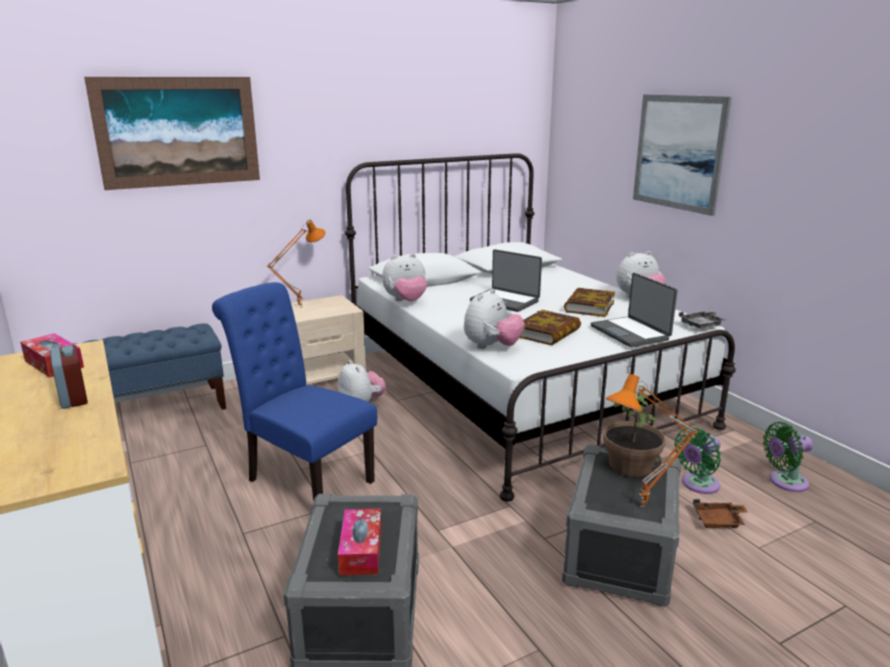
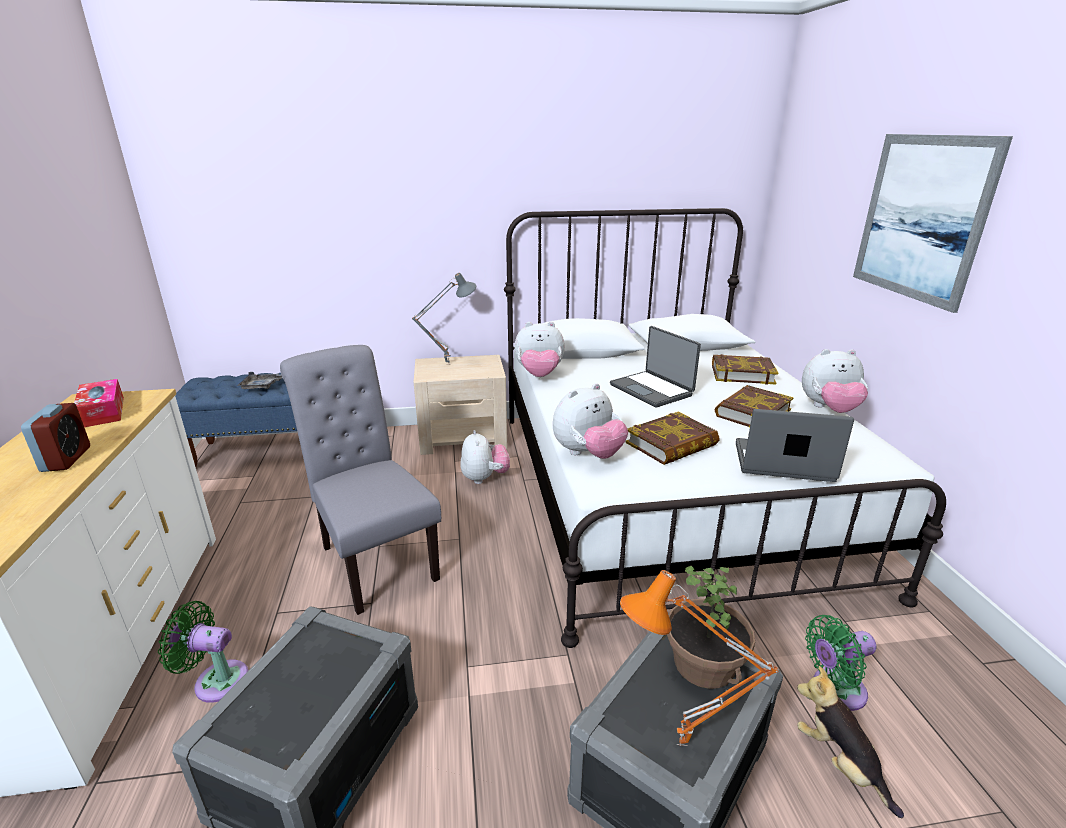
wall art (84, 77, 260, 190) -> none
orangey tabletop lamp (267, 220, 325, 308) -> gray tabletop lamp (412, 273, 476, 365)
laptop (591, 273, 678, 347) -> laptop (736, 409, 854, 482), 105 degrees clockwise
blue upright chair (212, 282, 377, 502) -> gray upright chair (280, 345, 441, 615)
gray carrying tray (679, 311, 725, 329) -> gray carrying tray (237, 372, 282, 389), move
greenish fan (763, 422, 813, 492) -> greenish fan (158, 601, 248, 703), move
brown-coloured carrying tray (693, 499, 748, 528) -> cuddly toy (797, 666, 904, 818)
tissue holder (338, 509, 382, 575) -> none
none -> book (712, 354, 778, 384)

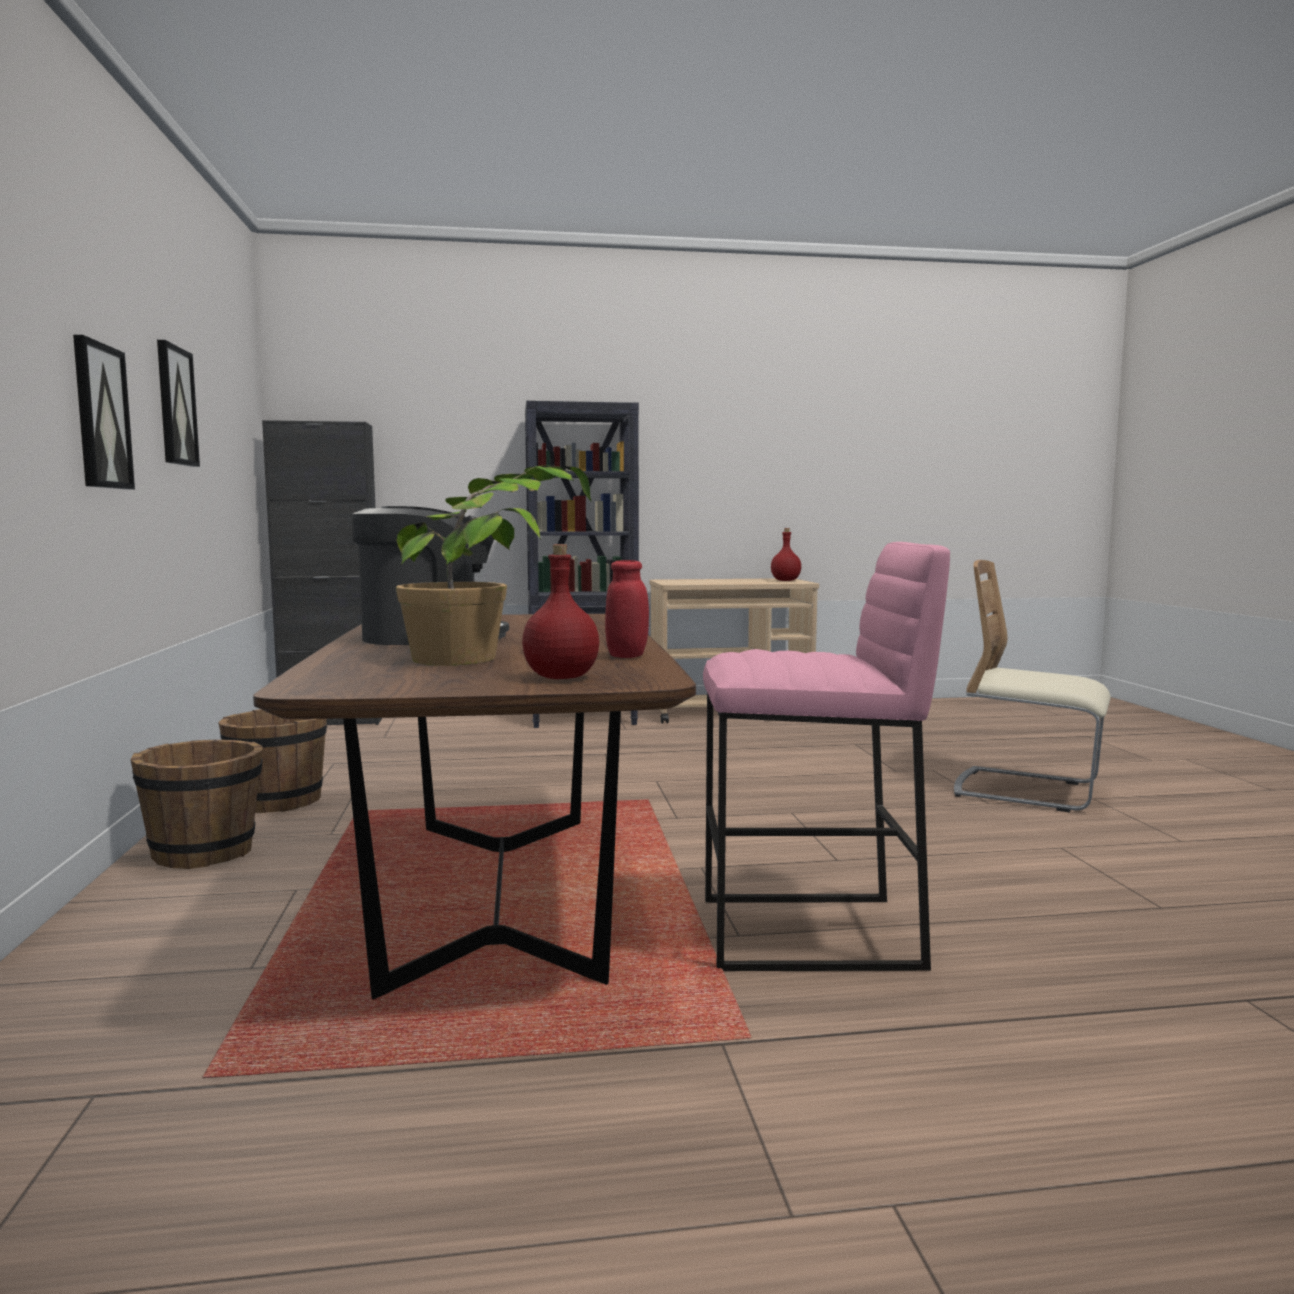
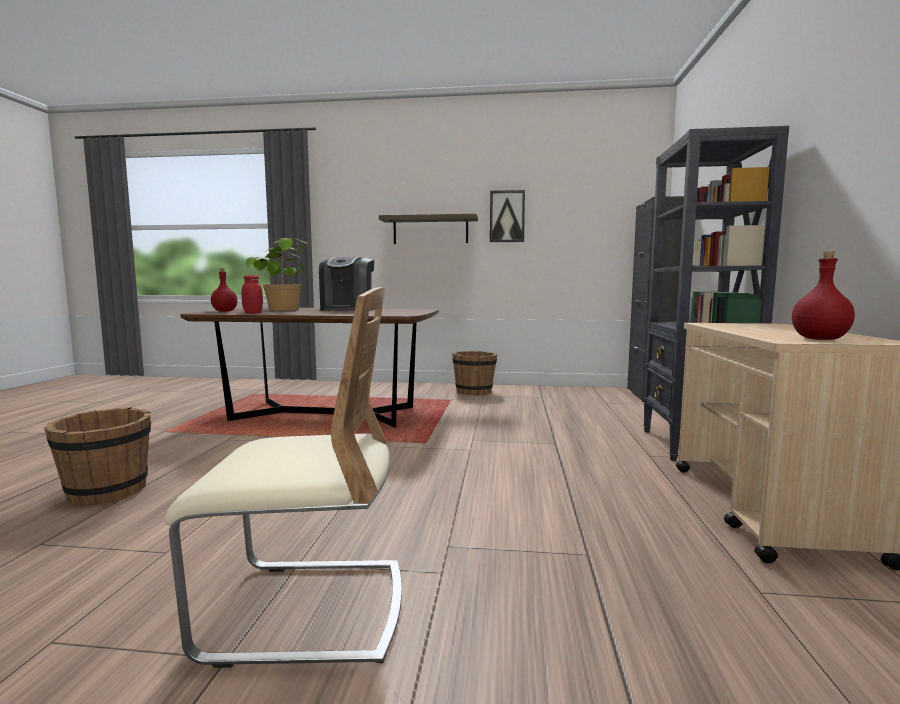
wall art (73, 335, 135, 489) -> shelf (379, 214, 478, 244)
pink-coloured stool (703, 542, 950, 971) -> none
sand-coloured upright chair (954, 560, 1111, 812) -> sand-coloured upright chair (164, 287, 402, 668), 45 degrees clockwise
brown-coloured pail (131, 740, 263, 869) -> brown-coloured pail (44, 407, 151, 506), move

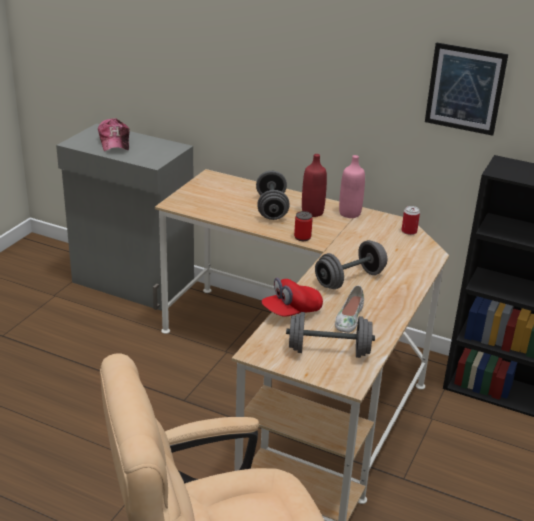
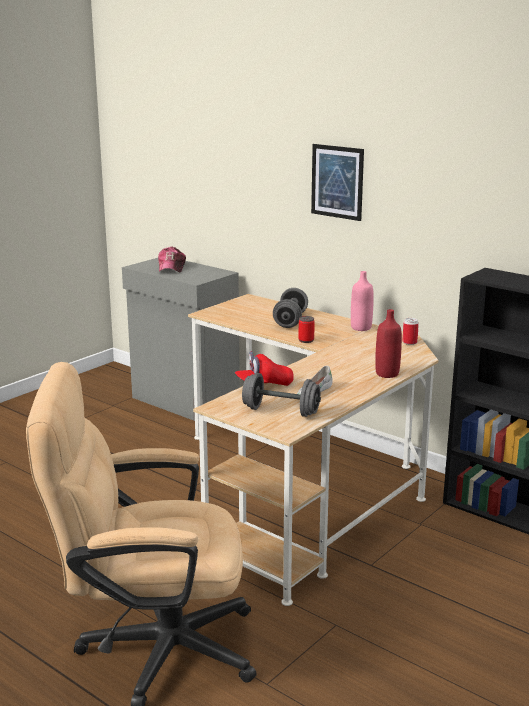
wall art (425, 42, 508, 136) -> wall art (311, 144, 364, 221), move
red-coloured drink bottle (302, 154, 327, 217) -> red-coloured drink bottle (375, 309, 402, 378), move
gray free weight (315, 240, 387, 289) -> none

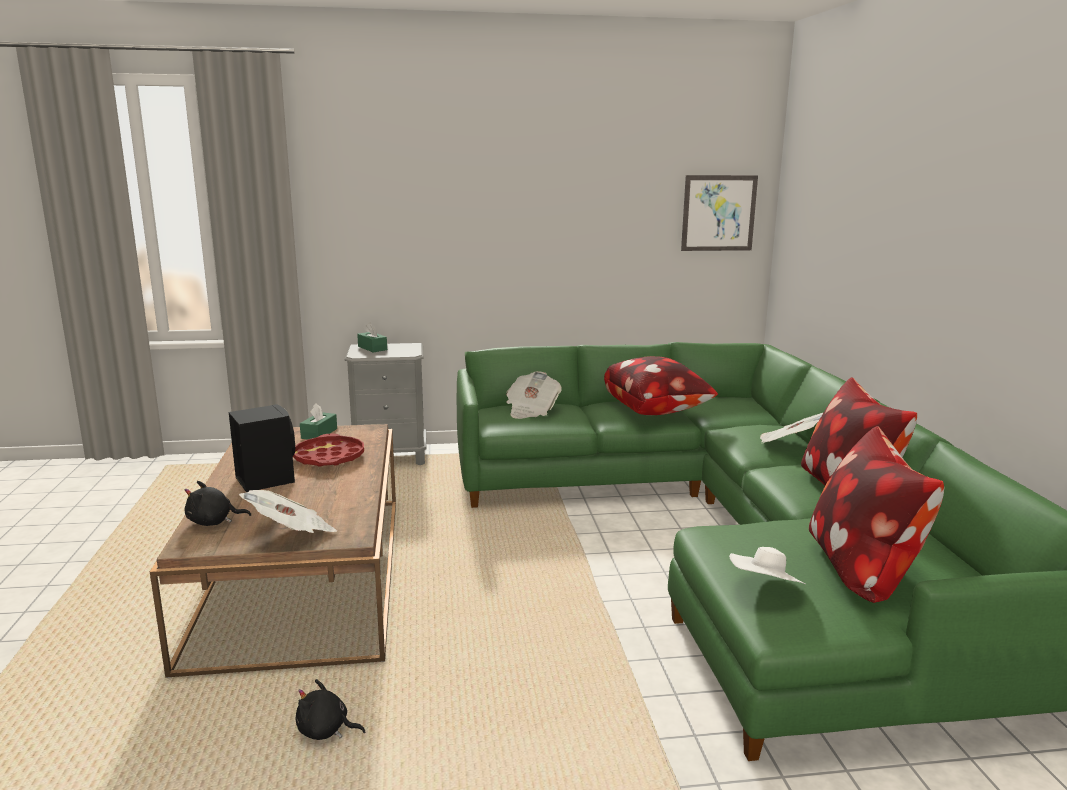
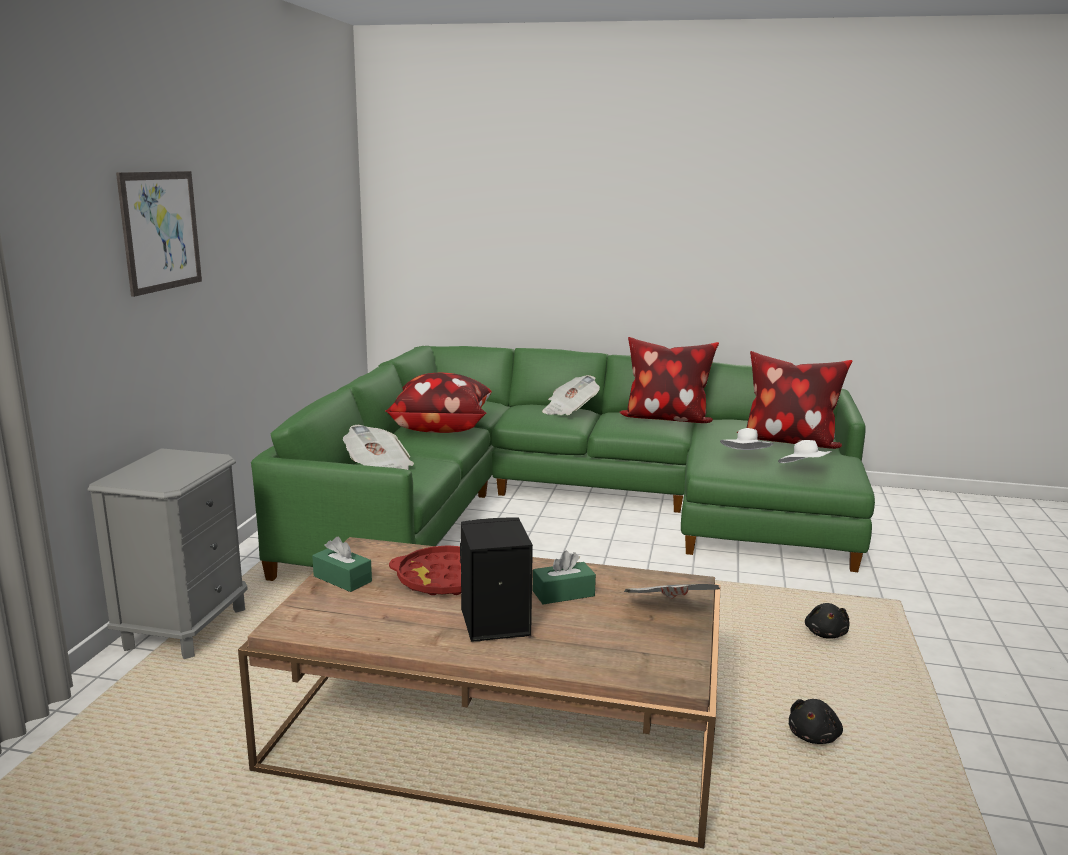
wall art (681, 175, 758, 251) -> wall art (116, 171, 202, 297), move
greenish tissue holder (357, 323, 387, 352) -> greenish tissue holder (533, 551, 596, 604), move
blackish cuddly toy (185, 481, 251, 526) -> blackish cuddly toy (805, 603, 850, 639), move
none -> whitish clothing hat (720, 428, 773, 450)

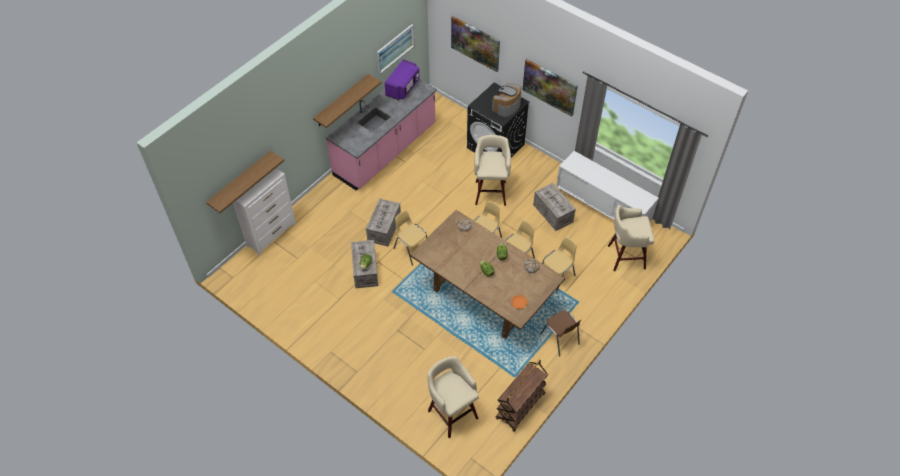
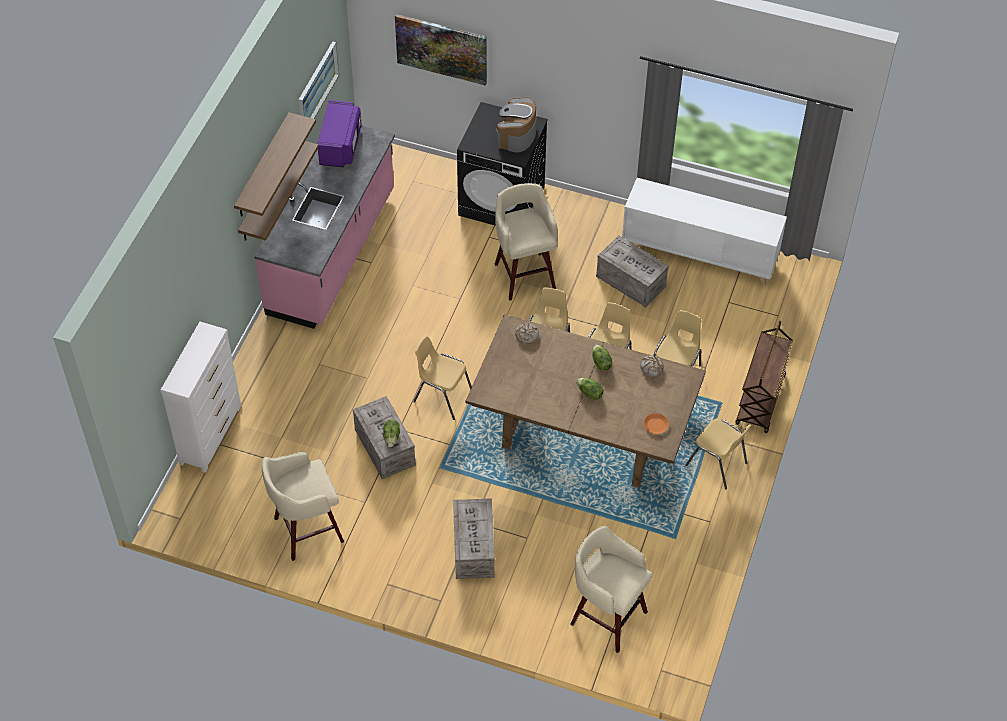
wall art (523, 59, 578, 117) -> none
shelf (206, 150, 284, 213) -> shelf (234, 112, 316, 217), move
shipping crate (366, 198, 401, 246) -> shipping crate (453, 498, 495, 579), move
sand-coloured stool (608, 205, 654, 271) -> sand-coloured stool (262, 452, 344, 561), move
brown-coloured upright chair (540, 310, 581, 357) -> yellow upright chair (685, 419, 751, 489)
brown-coloured cart (495, 360, 548, 432) -> brown-coloured cart (735, 321, 793, 433), move

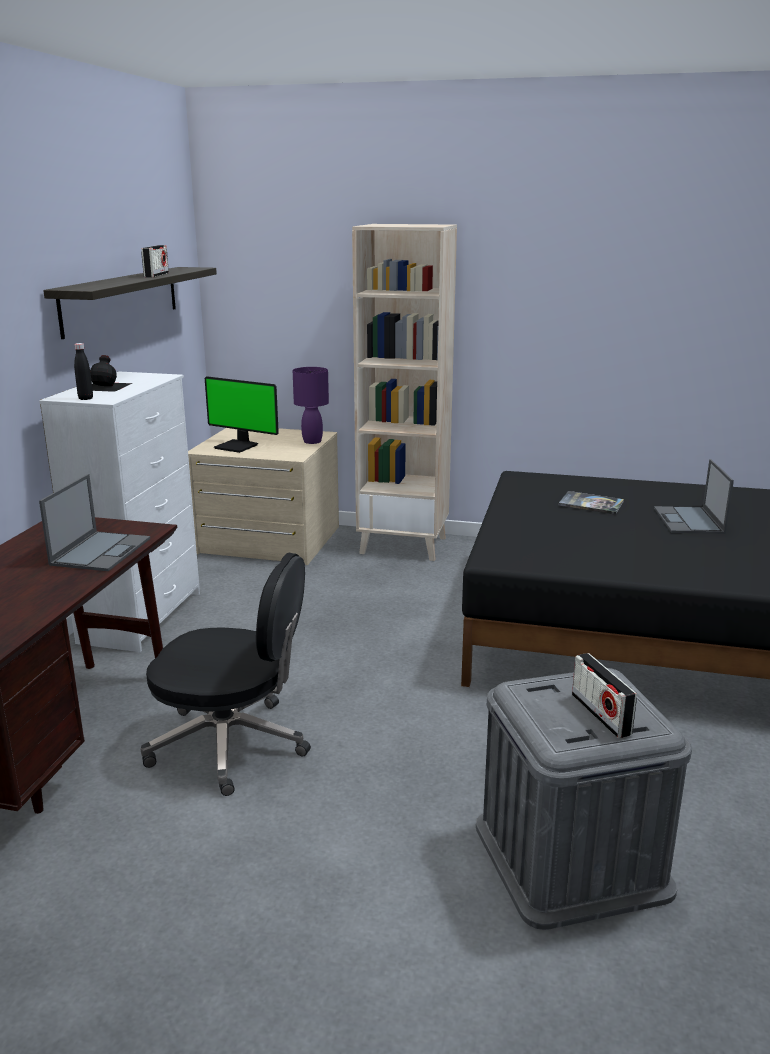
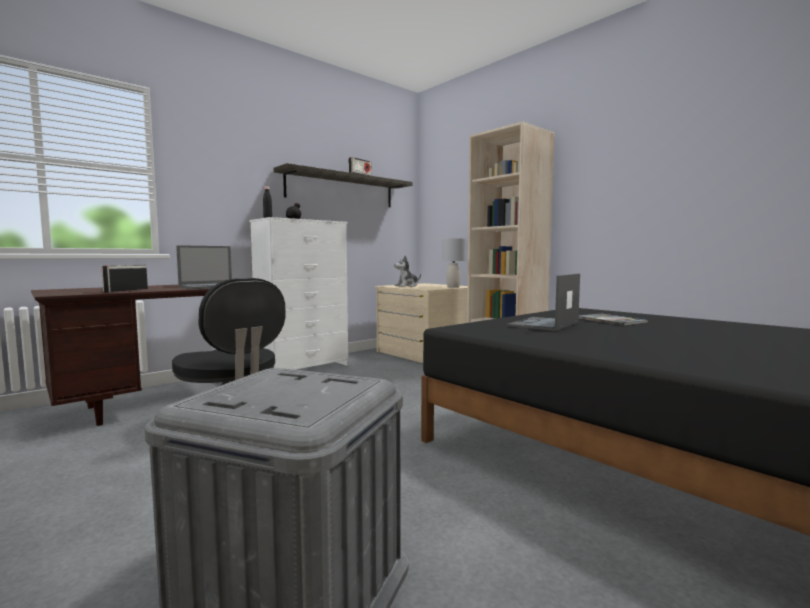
purple tabletop lamp (293, 367, 329, 444) -> gray tabletop lamp (442, 238, 466, 288)
computer display (205, 376, 279, 453) -> cuddly toy (394, 256, 421, 287)
laptop (654, 459, 734, 534) -> laptop (507, 273, 580, 331), move
radio set (572, 653, 637, 738) -> radio set (101, 265, 148, 293), move

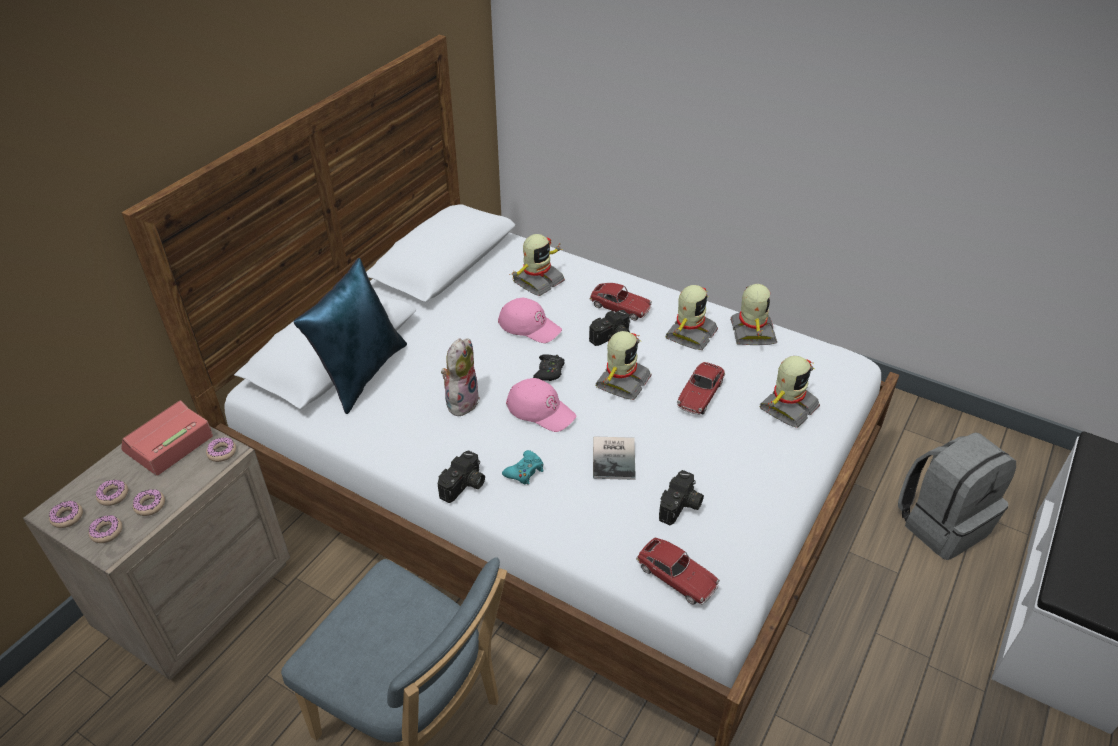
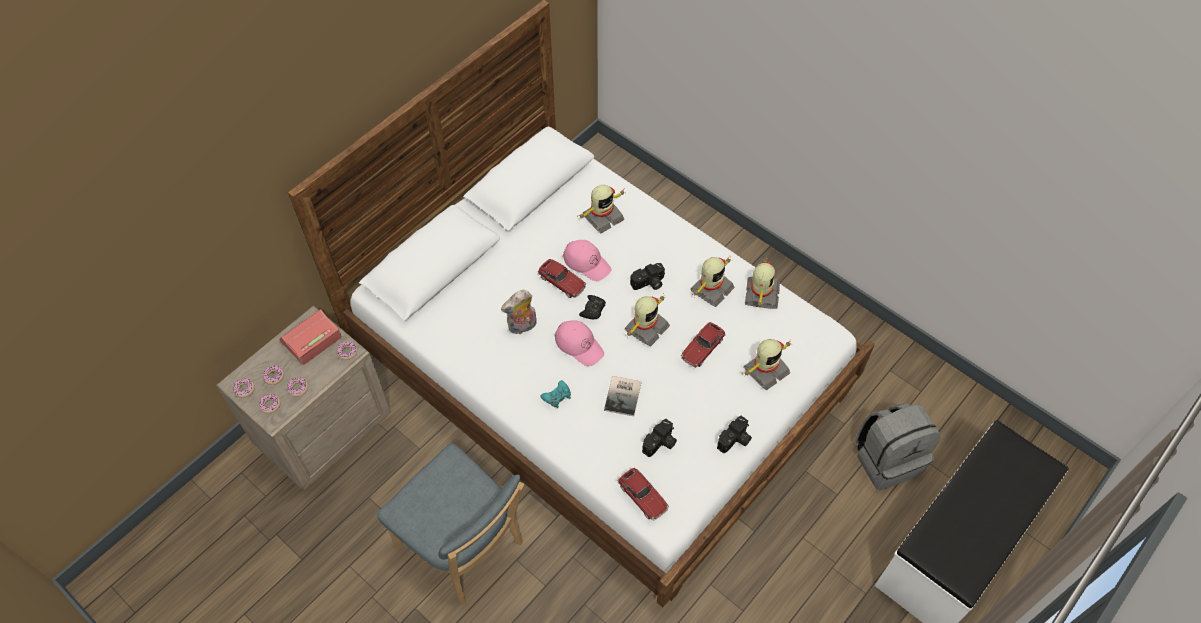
blue pillow (293, 258, 407, 414) -> none
miniature car (589, 283, 652, 321) -> miniature car (538, 259, 586, 298), move
cuddly toy (441, 338, 480, 416) -> cuddly toy (501, 290, 537, 334), 150 degrees counterclockwise
photo camera (438, 450, 485, 503) -> photo camera (717, 416, 752, 453), move

